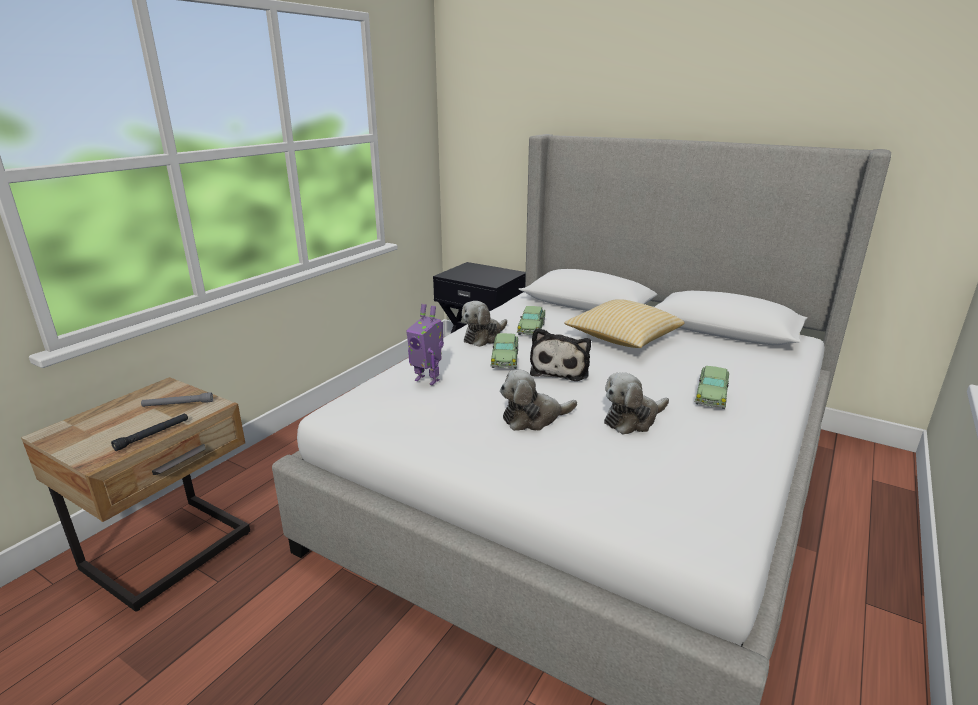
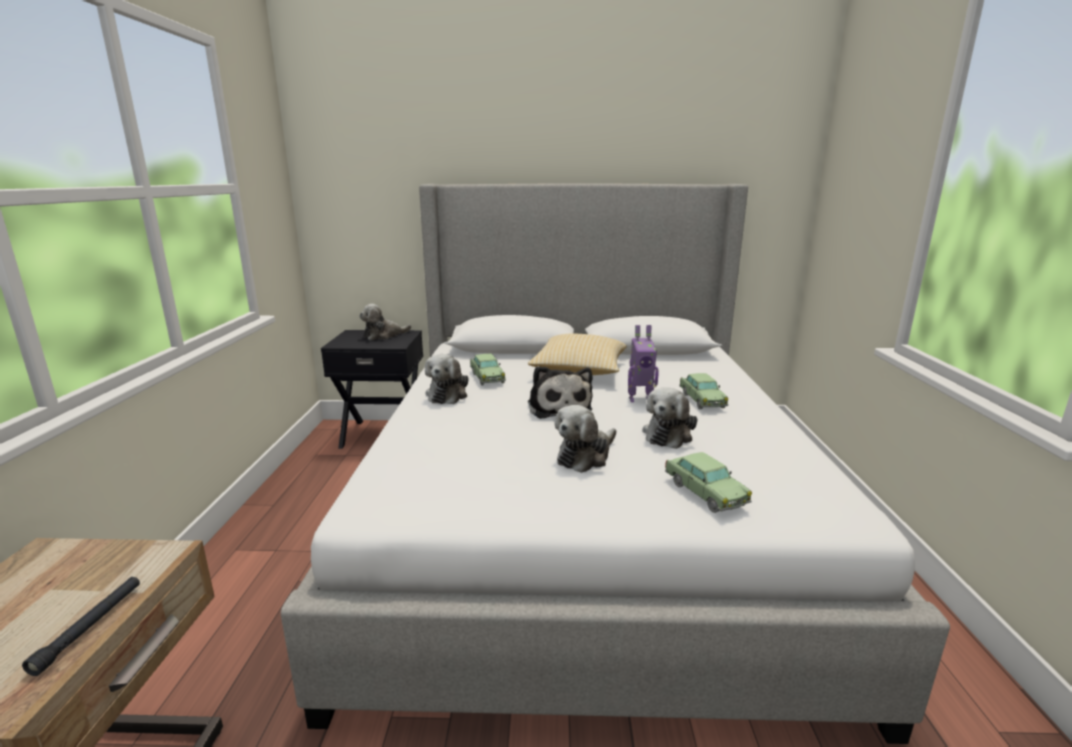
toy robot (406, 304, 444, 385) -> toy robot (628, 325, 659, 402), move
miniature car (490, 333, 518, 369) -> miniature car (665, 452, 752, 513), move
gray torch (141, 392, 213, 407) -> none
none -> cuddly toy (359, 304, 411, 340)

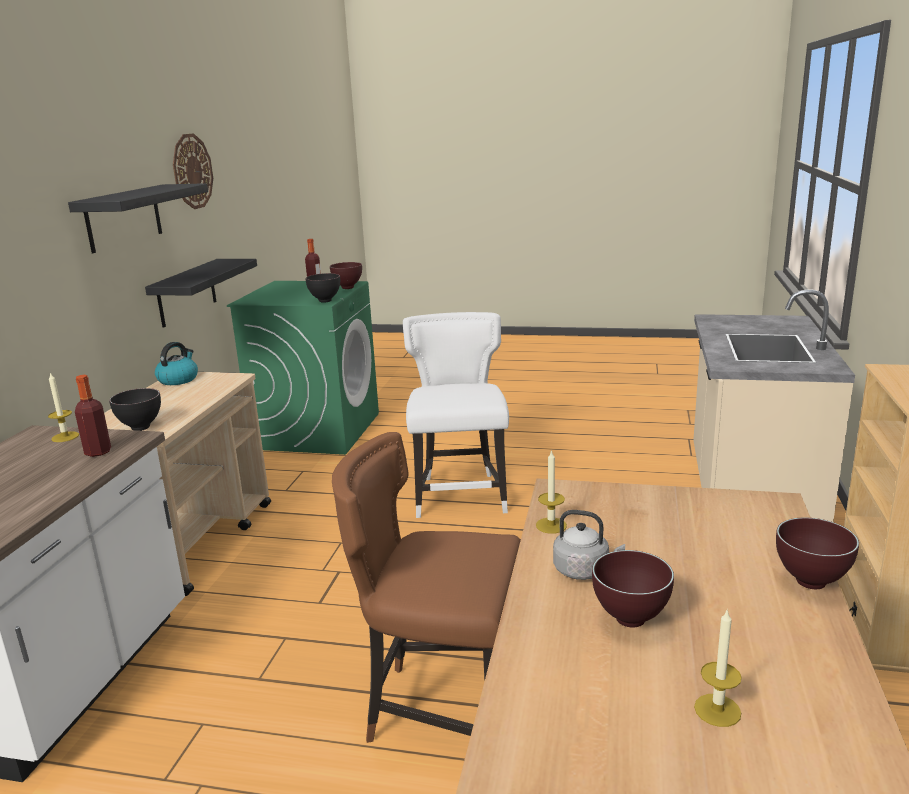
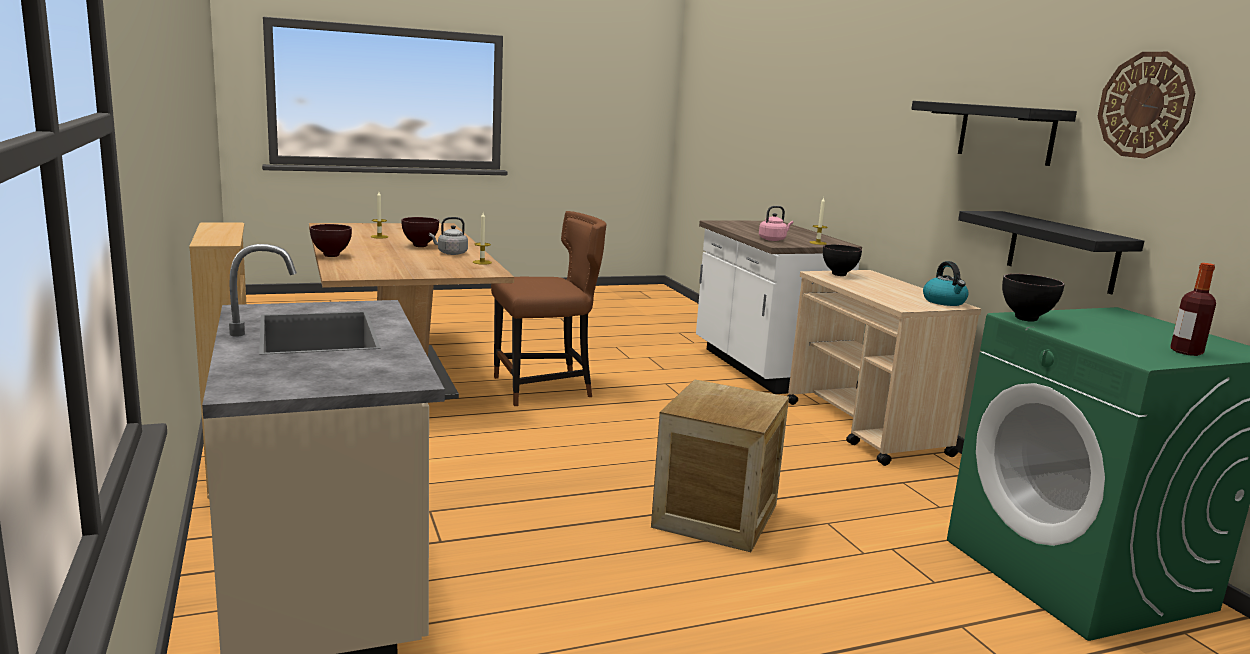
brown-coloured serving bowl (330, 262, 362, 289) -> none
whitish upright chair (403, 312, 509, 518) -> shipping crate (651, 379, 789, 552)
drink bottle (75, 375, 111, 457) -> pink-coloured water kettle (759, 206, 793, 241)

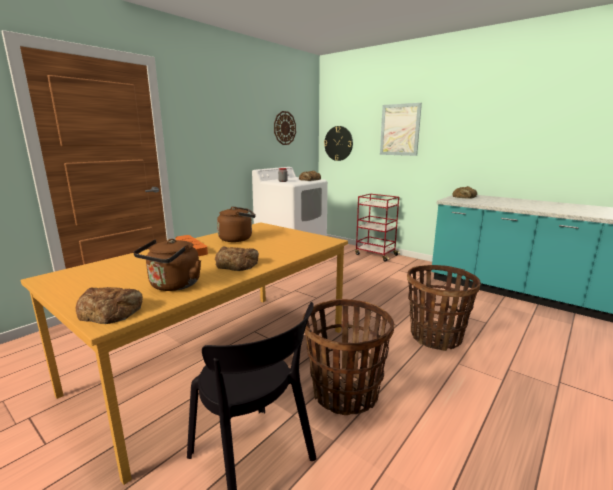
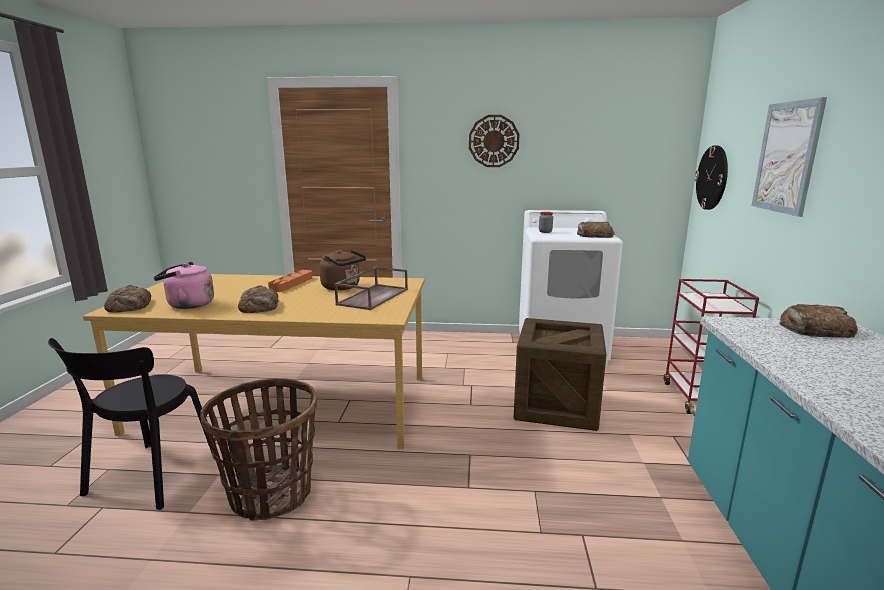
clock on the wall (274, 111, 296, 145) -> clock on the wall (469, 115, 520, 167), move
brown-coloured water kettle (133, 239, 201, 291) -> pink-coloured water kettle (154, 262, 214, 309)
storage basket (407, 265, 481, 351) -> none
none -> brown-coloured carrying tray (334, 267, 408, 310)
none -> shipping crate (514, 318, 606, 431)

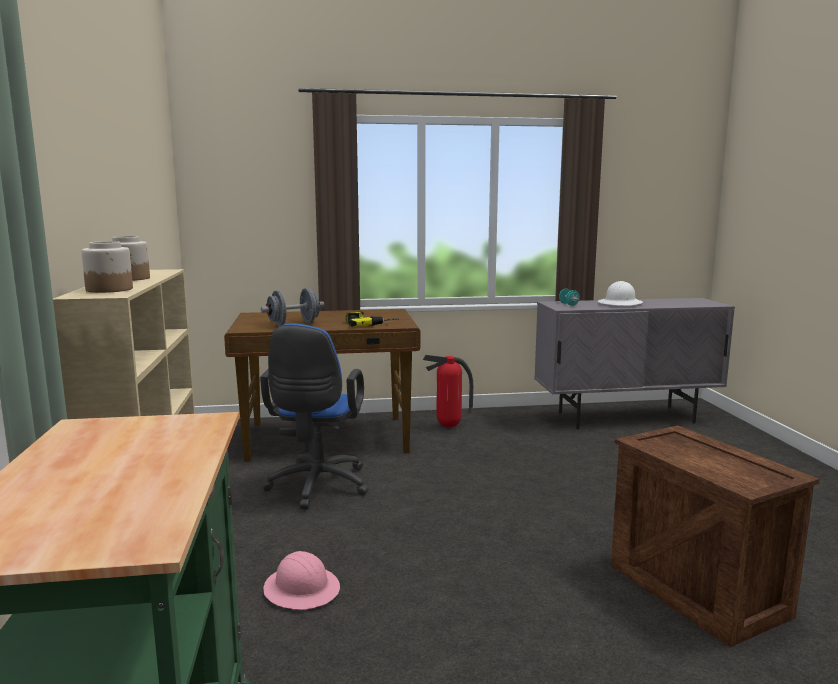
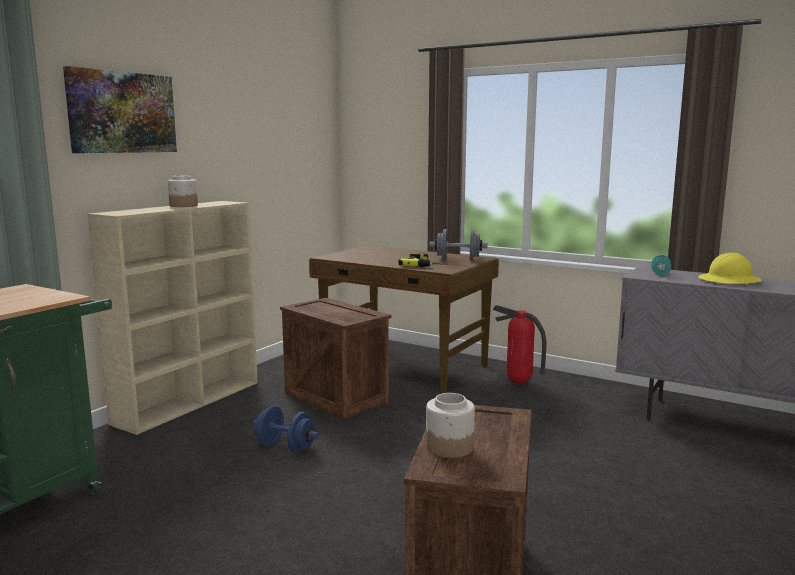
storage jar (81, 241, 133, 293) -> storage jar (426, 393, 475, 458), move
whitish work helmet (598, 281, 643, 306) -> yellow work helmet (698, 253, 762, 285)
gray free weight (261, 288, 324, 326) -> gray free weight (430, 229, 488, 261), move
blue office chair (260, 323, 369, 509) -> shipping crate (280, 298, 392, 420)
pink-coloured work helmet (263, 551, 340, 609) -> none
none -> wall art (63, 66, 177, 153)
none -> blue free weight (253, 406, 319, 453)

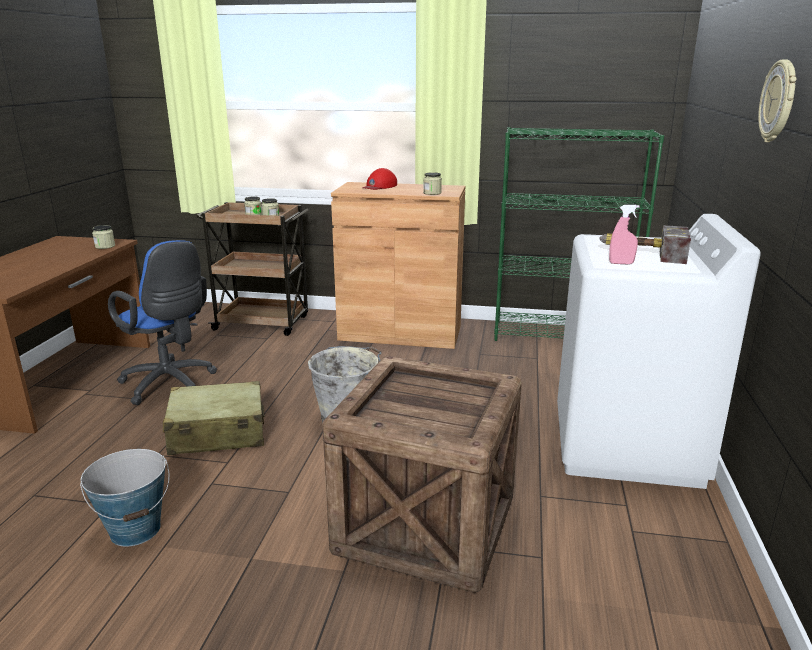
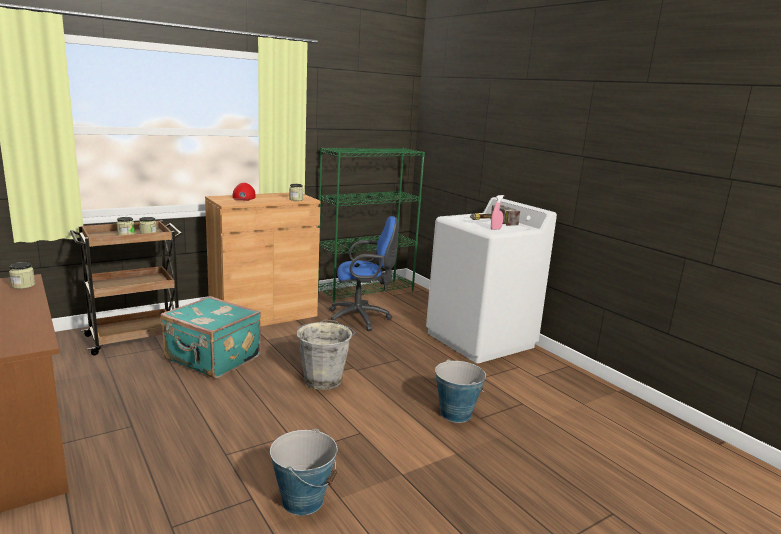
clock on the wall (758, 59, 797, 142) -> none
blue office chair (108, 240, 217, 405) -> blue office chair (328, 216, 399, 331), move
shipping crate (322, 356, 522, 593) -> pail (435, 359, 486, 423)
sand-coloured piece of luggage (163, 381, 265, 455) -> none
none -> blue-green piece of luggage (160, 296, 261, 379)

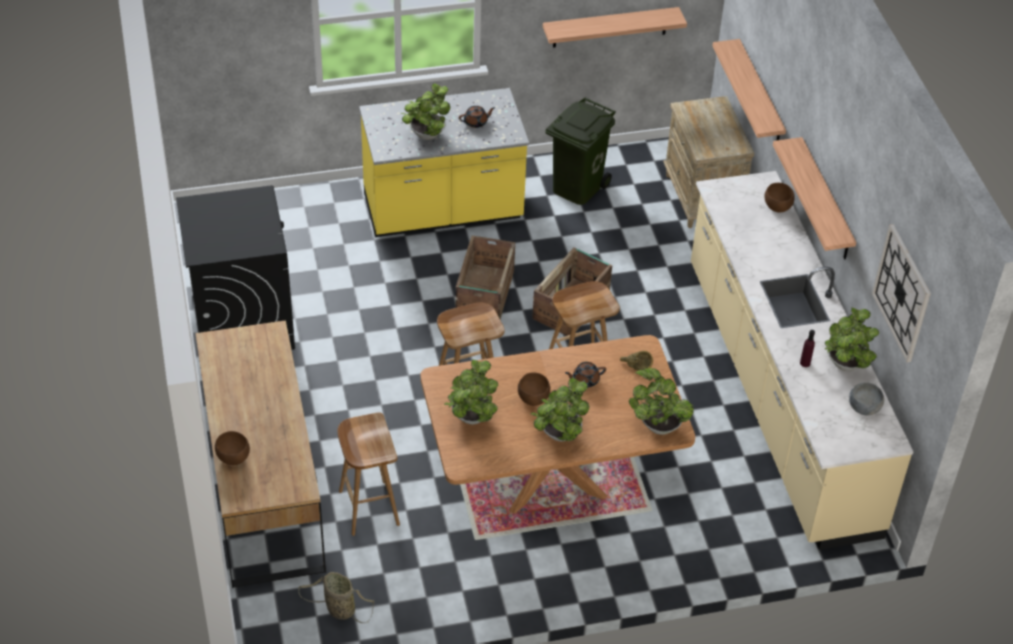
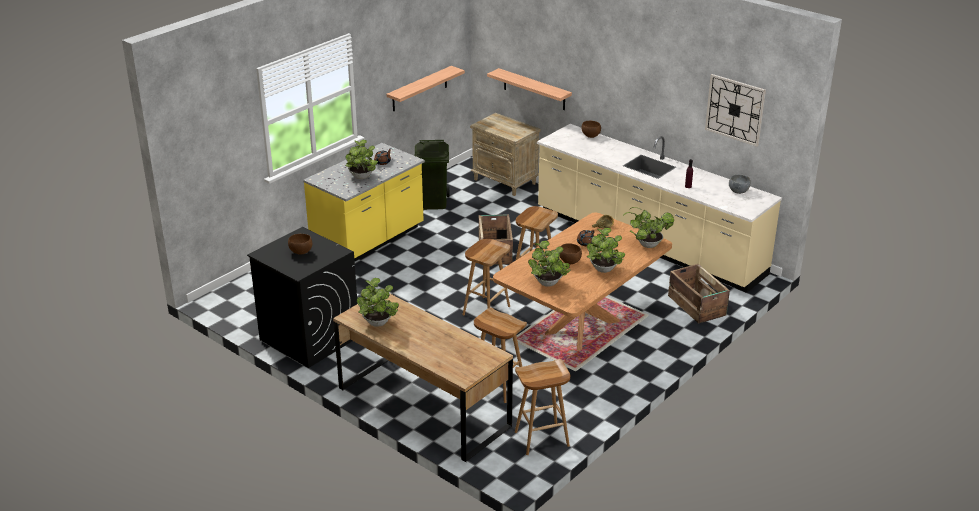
shelf (773, 137, 856, 260) -> none
shipping crate (455, 236, 515, 319) -> shipping crate (668, 264, 730, 324), move
potted plant (825, 308, 879, 371) -> potted plant (357, 278, 399, 327), move
brown-coloured serving bowl (215, 431, 250, 465) -> brown-coloured serving bowl (288, 234, 312, 255), move
storage basket (298, 572, 374, 623) -> brown-coloured stool (515, 359, 570, 455)

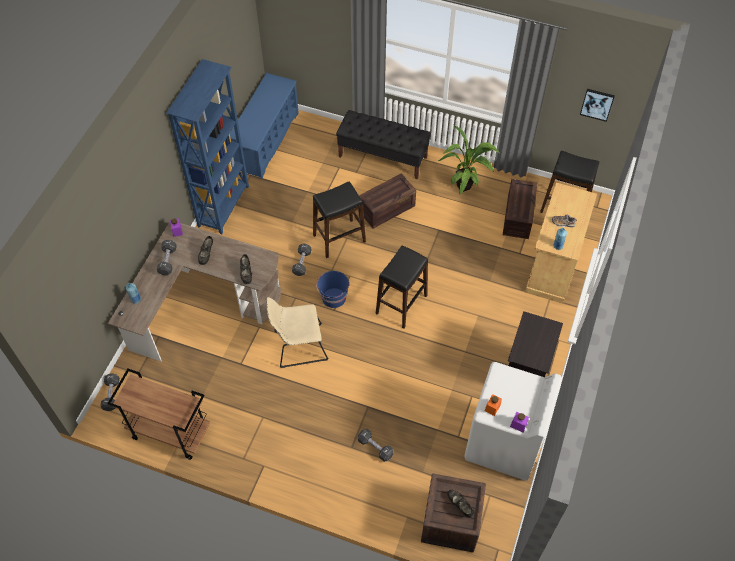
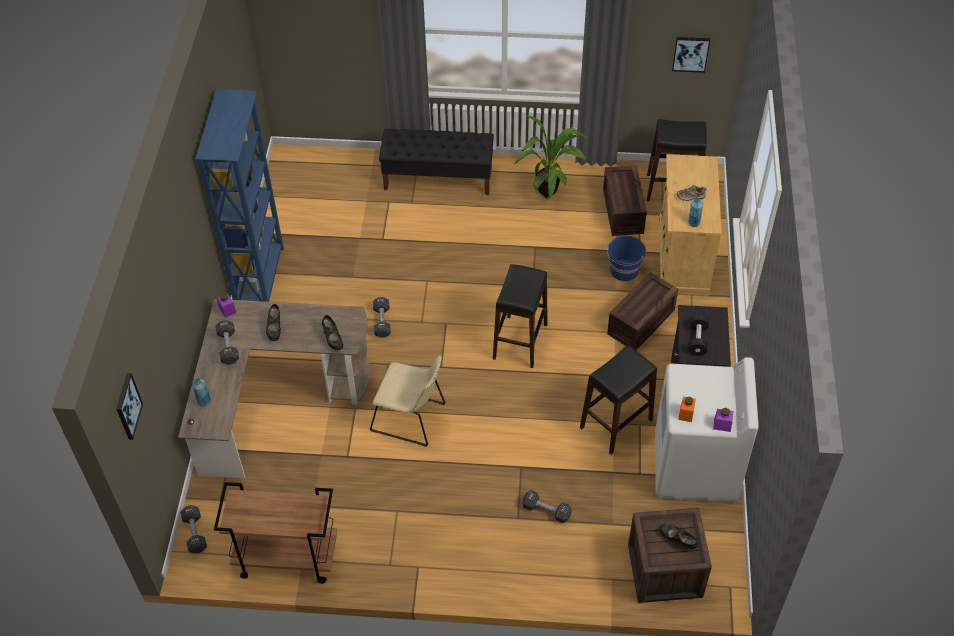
blue shoe stand (230, 73, 299, 179) -> none
shipping crate (359, 173, 416, 229) -> shipping crate (607, 272, 678, 350), move
blackish stool (313, 182, 366, 258) -> blackish stool (580, 345, 657, 455), move
blue pail (316, 271, 349, 308) -> blue pail (607, 236, 646, 281), move
sand-coloured upright chair (267, 297, 328, 368) -> sand-coloured upright chair (370, 356, 446, 447), 135 degrees counterclockwise
none -> blackish free weight (688, 314, 709, 356)
none -> wall art (116, 373, 143, 440)

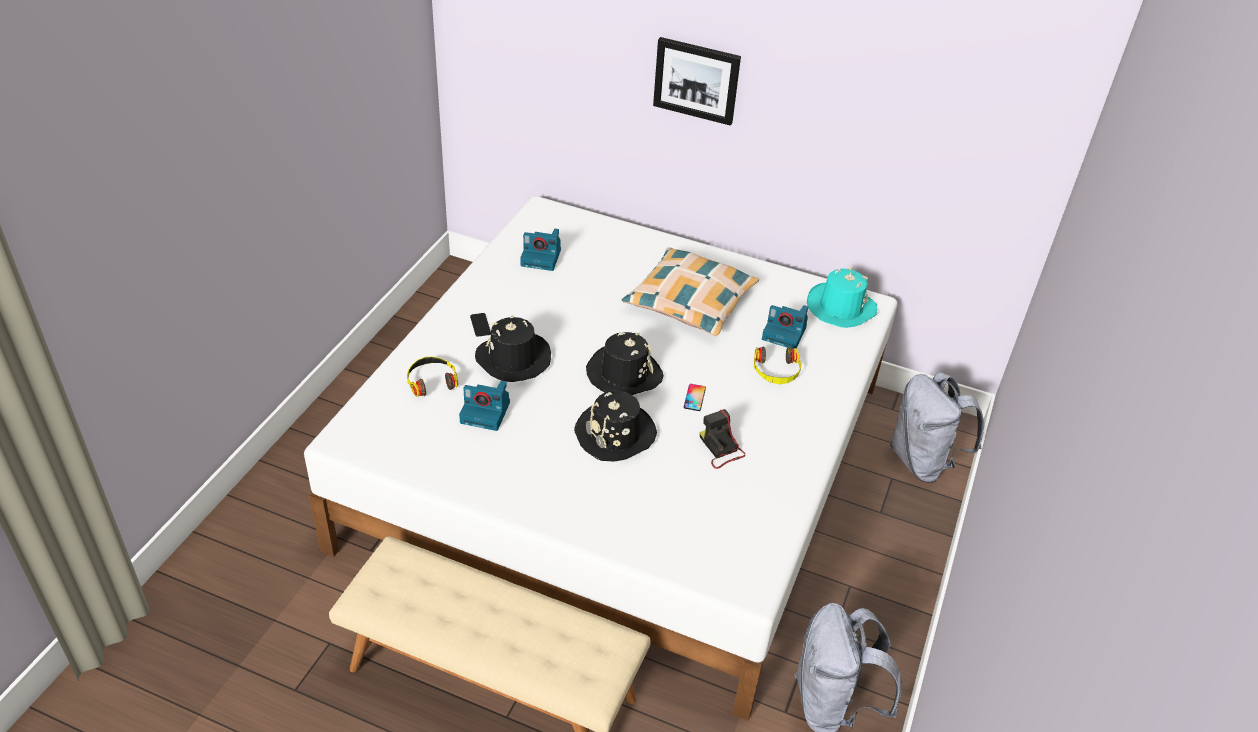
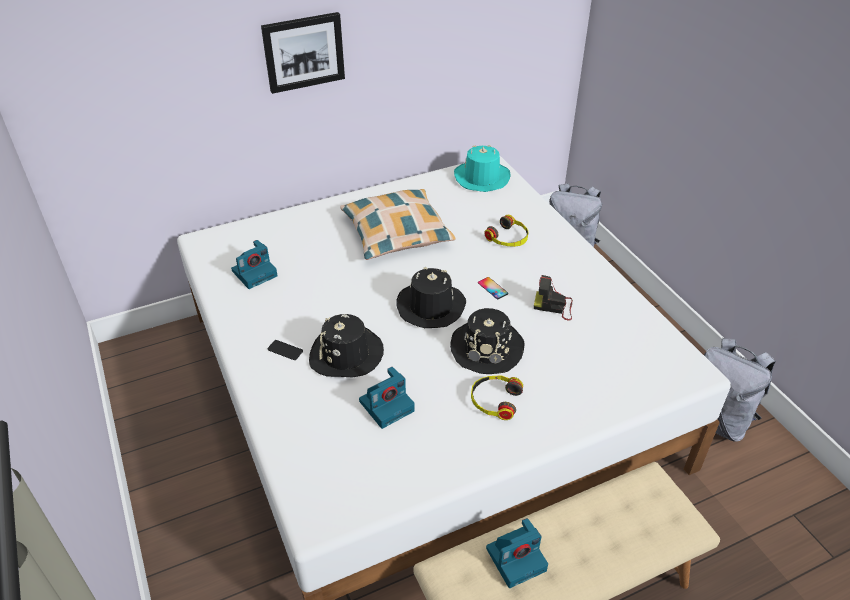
photo camera (762, 305, 808, 349) -> photo camera (486, 518, 548, 588), move
pair of headphones (407, 356, 458, 397) -> pair of headphones (471, 375, 523, 420), move

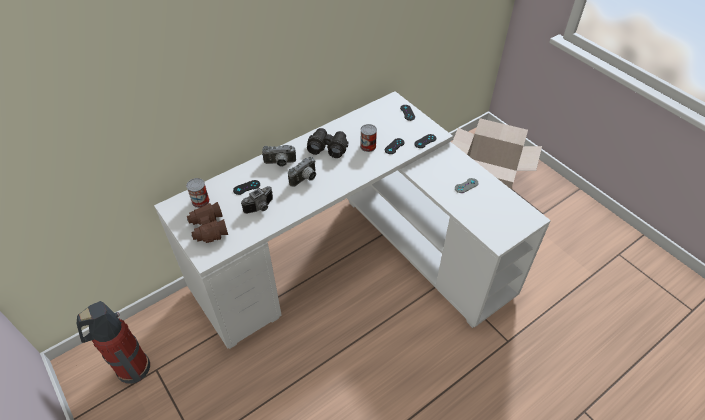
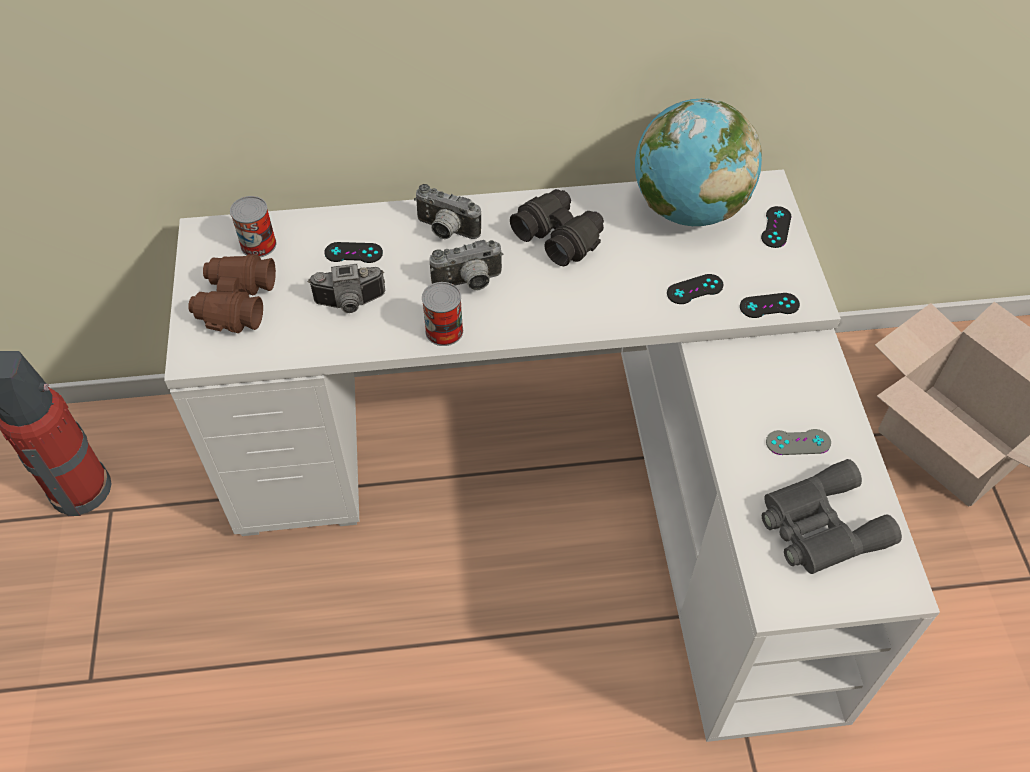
can (360, 124, 377, 152) -> can (422, 282, 463, 346), move
none -> world globe (635, 98, 762, 226)
none -> gray field glasses (762, 459, 902, 574)

